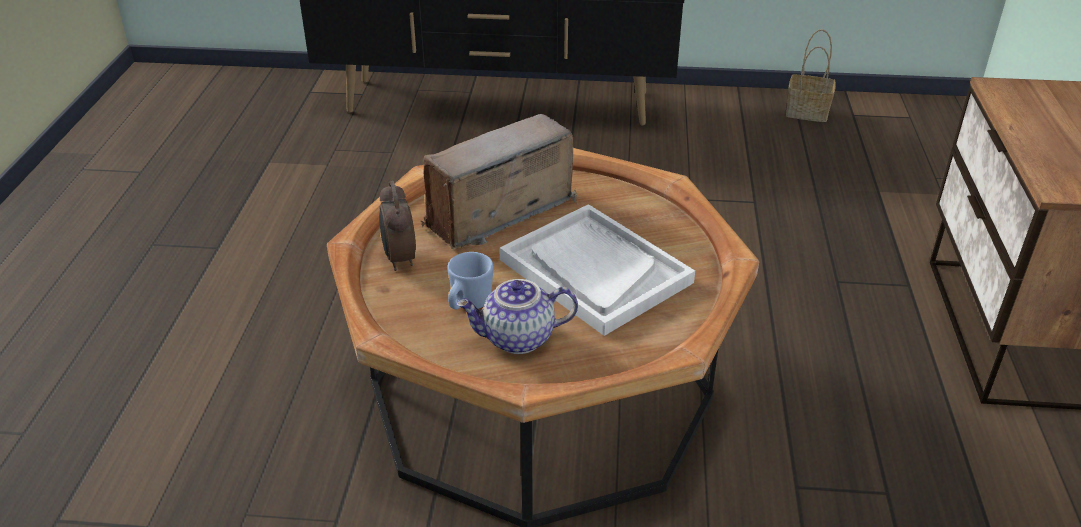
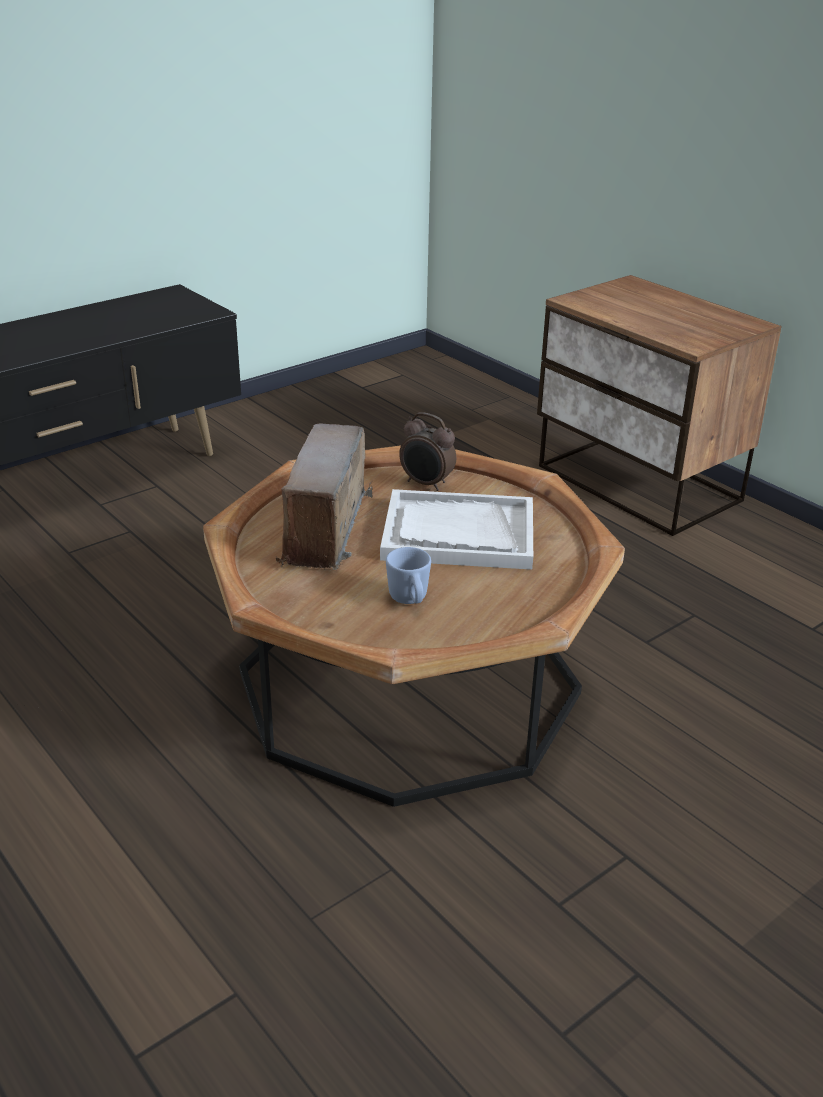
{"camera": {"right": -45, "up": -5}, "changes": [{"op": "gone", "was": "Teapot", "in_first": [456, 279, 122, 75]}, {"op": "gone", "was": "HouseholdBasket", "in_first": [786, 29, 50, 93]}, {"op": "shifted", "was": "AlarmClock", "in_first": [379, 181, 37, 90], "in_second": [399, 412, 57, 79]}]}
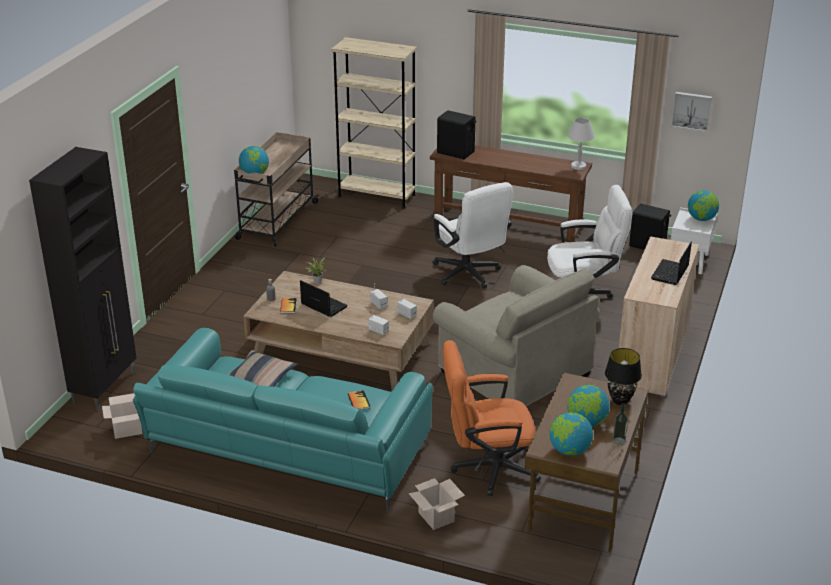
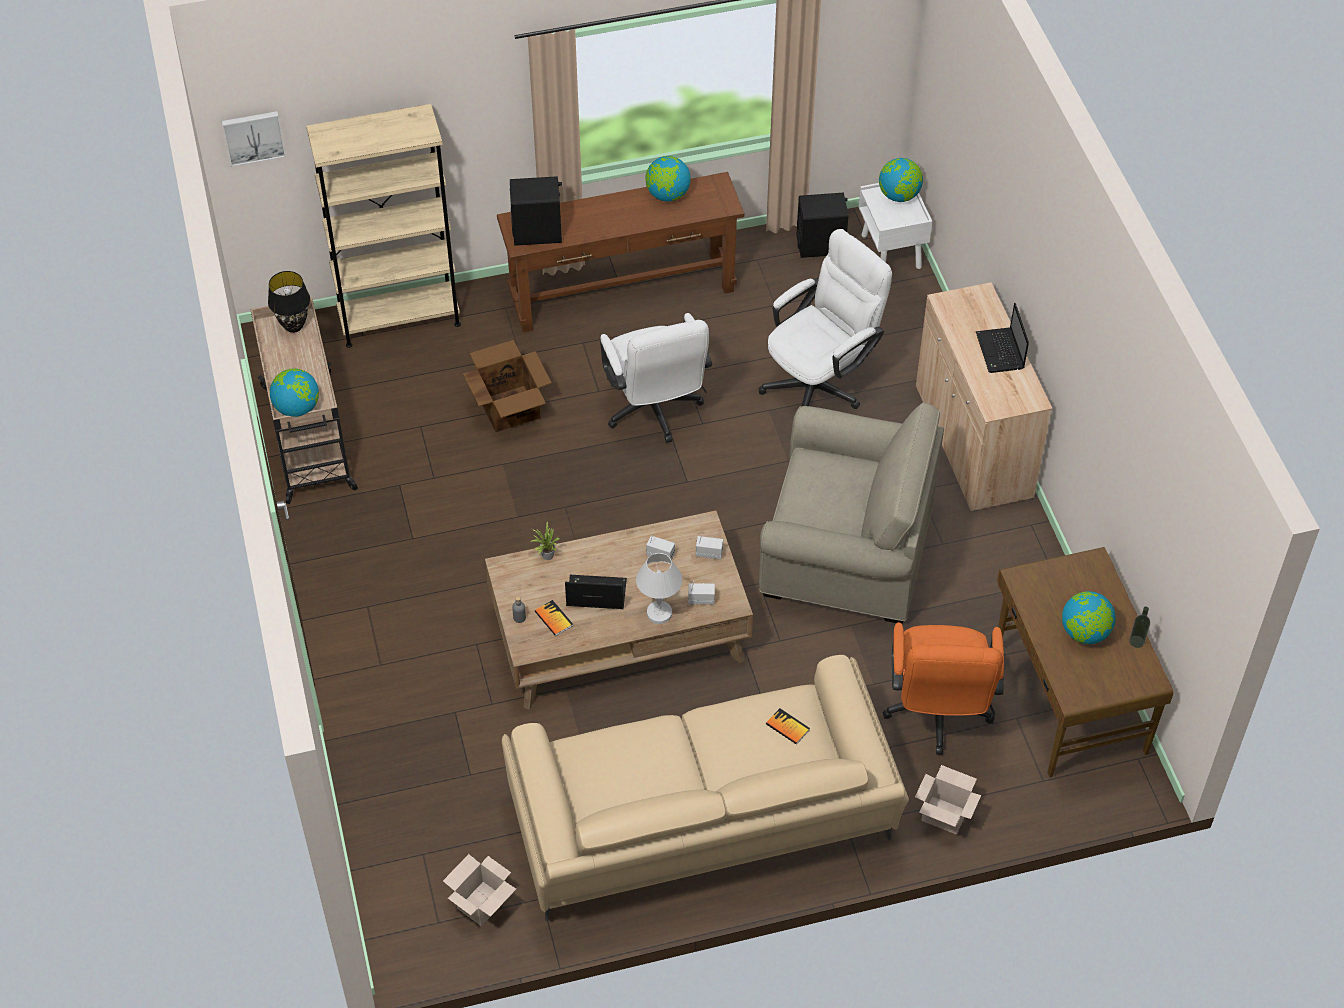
{"camera": {"right": -35, "up": 20}, "changes": [{"op": "gone", "was": "BlackCabinet", "in_first": [29, 147, 108, 264]}, {"op": "gone", "was": "Pillow", "in_first": [227, 350, 71, 37]}, {"op": "new", "now": "Carton", "in_second": [463, 340, 89, 92]}, {"op": "shifted", "was": "Globe", "in_first": [549, 412, 44, 44], "in_second": [645, 156, 46, 46]}, {"op": "shifted", "was": "WhiteTabletopLamp", "in_first": [567, 118, 28, 52], "in_second": [636, 553, 47, 71]}, {"op": "shifted", "was": "BlackTabletopLamp", "in_first": [605, 348, 37, 57], "in_second": [268, 271, 42, 62]}, {"op": "shifted", "was": "WallArt", "in_first": [671, 92, 41, 40], "in_second": [222, 111, 64, 56]}, {"op": "repainted", "was": "TurquoiseColouredSettee", "now": "BeigeSettee", "in_first": [133, 328, 300, 185], "in_second": [502, 655, 407, 266]}, {"op": "rotated", "was": "WhiteOfficeChair", "in_first": [432, 182, 81, 106], "in_second": [600, 313, 112, 130], "clockwise": 45}, {"op": "rotated", "was": "OrangeColouredOfficeChair", "in_first": [443, 340, 98, 156], "in_second": [883, 622, 121, 133], "clockwise": -45}]}
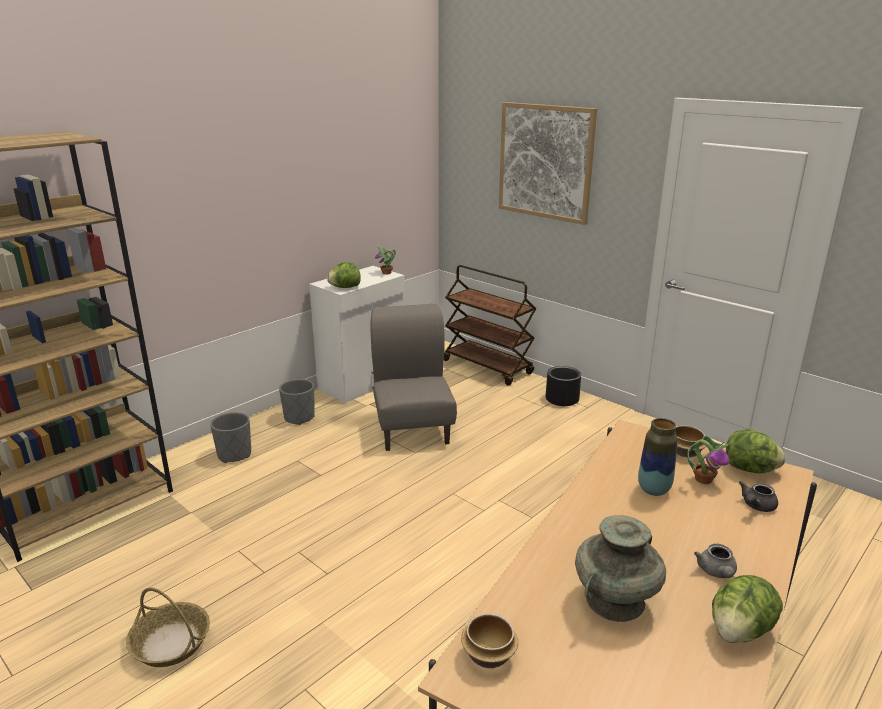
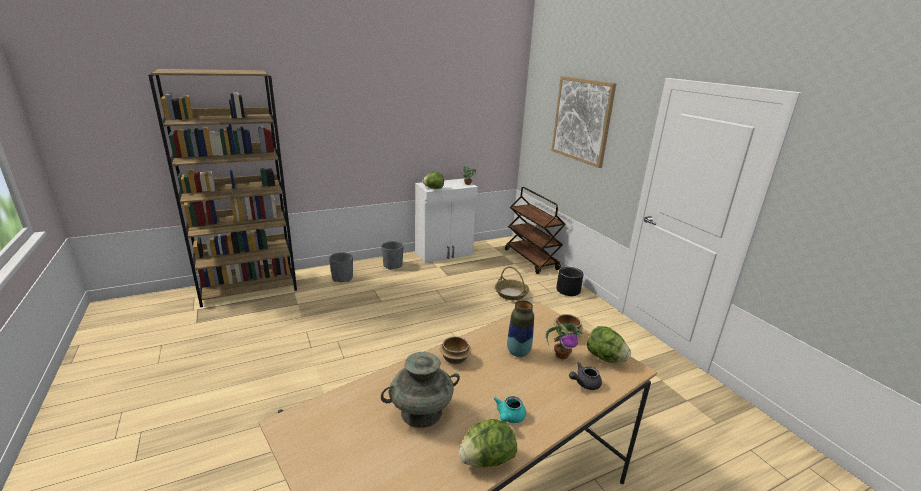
{"camera": {"right": 20, "up": 0}, "changes": [{"op": "gone", "was": "GrayPlainChair", "in_first": [370, 304, 87, 147]}, {"op": "shifted", "was": "HouseholdBasket", "in_first": [126, 588, 84, 79], "in_second": [495, 266, 34, 34]}, {"op": "shifted", "was": "DeepDish", "in_first": [461, 614, 57, 54], "in_second": [440, 336, 31, 28]}, {"op": "repainted", "was": "GrayTeapot", "now": "TurquoiseColouredTeapot", "in_first": [694, 544, 43, 34], "in_second": [494, 396, 32, 27]}]}
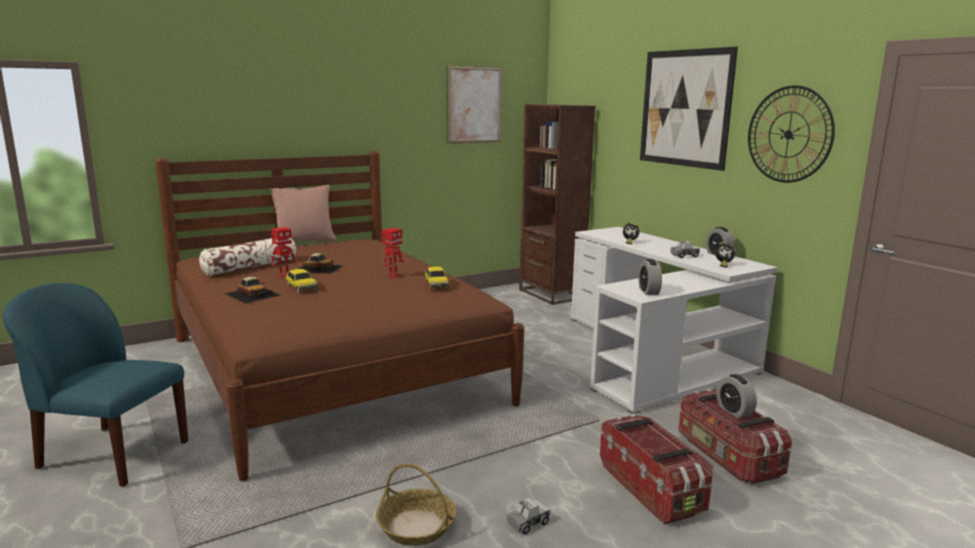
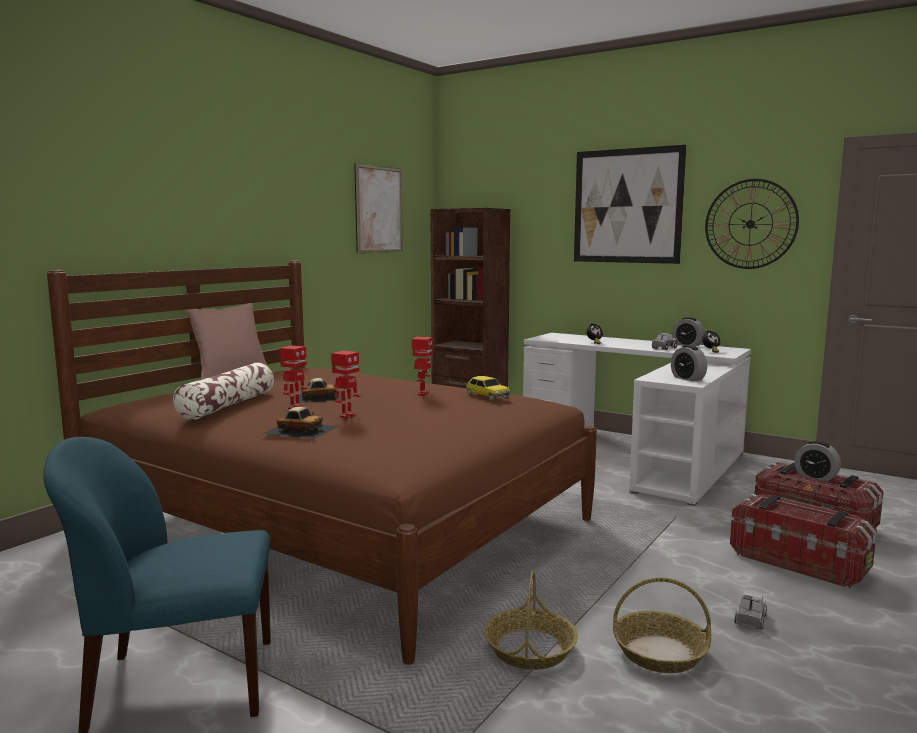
{"camera": {"right": -25, "up": -5}, "changes": [{"op": "new", "now": "HouseholdBasket", "in_second": [484, 571, 94, 99]}, {"op": "swapped", "was": "MiniatureCar", "now": "ModelRobot", "in_first": [286, 269, 31, 24], "in_second": [331, 351, 29, 68]}]}
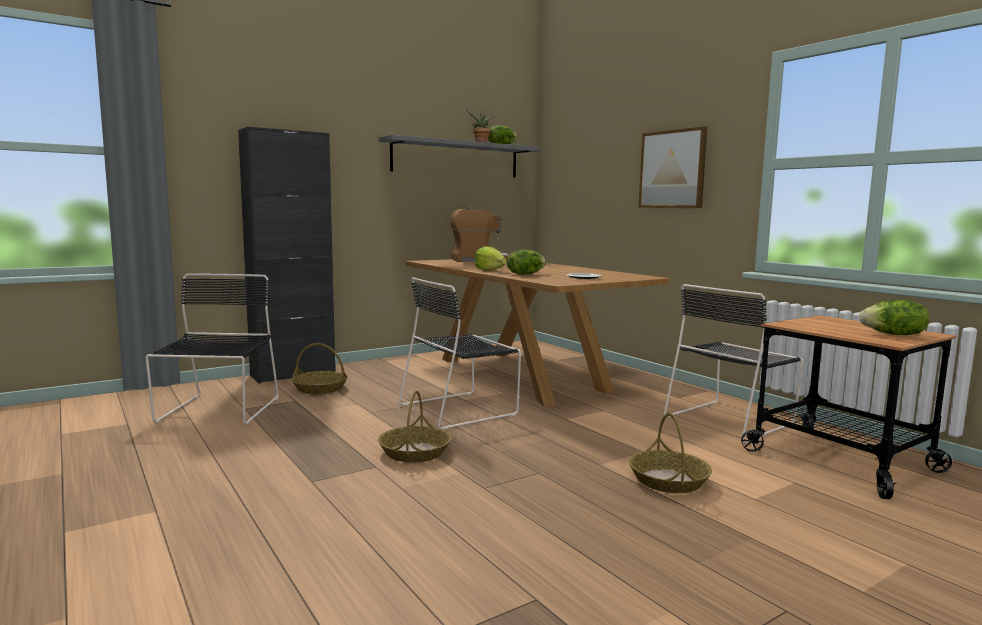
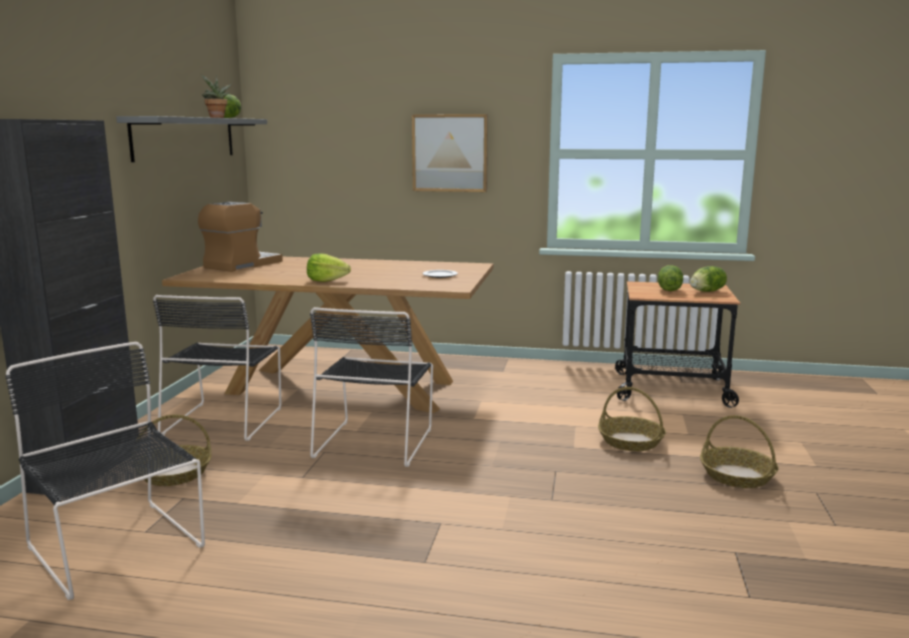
{"camera": {"right": -45, "up": 5}, "changes": [{"op": "shifted", "was": "HouseholdBasket", "in_first": [378, 391, 73, 72], "in_second": [700, 415, 79, 73]}, {"op": "shifted", "was": "HeadOfLettuce", "in_first": [507, 250, 39, 25], "in_second": [658, 265, 25, 26]}, {"op": "shifted", "was": "BlackPlainChair", "in_first": [664, 284, 139, 159], "in_second": [153, 295, 128, 146]}]}
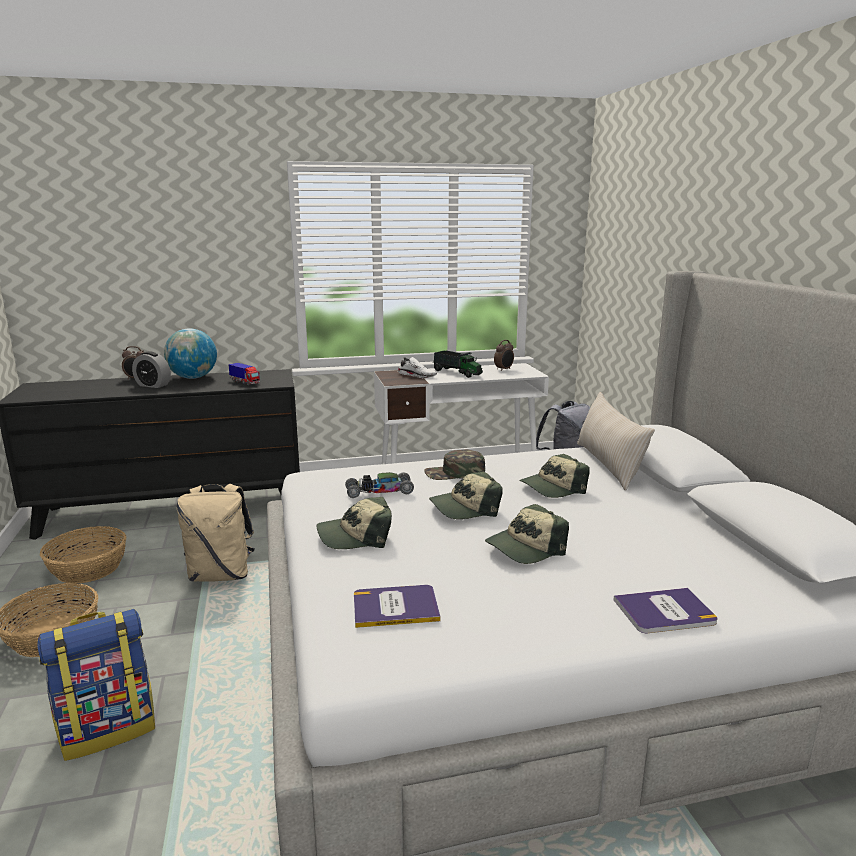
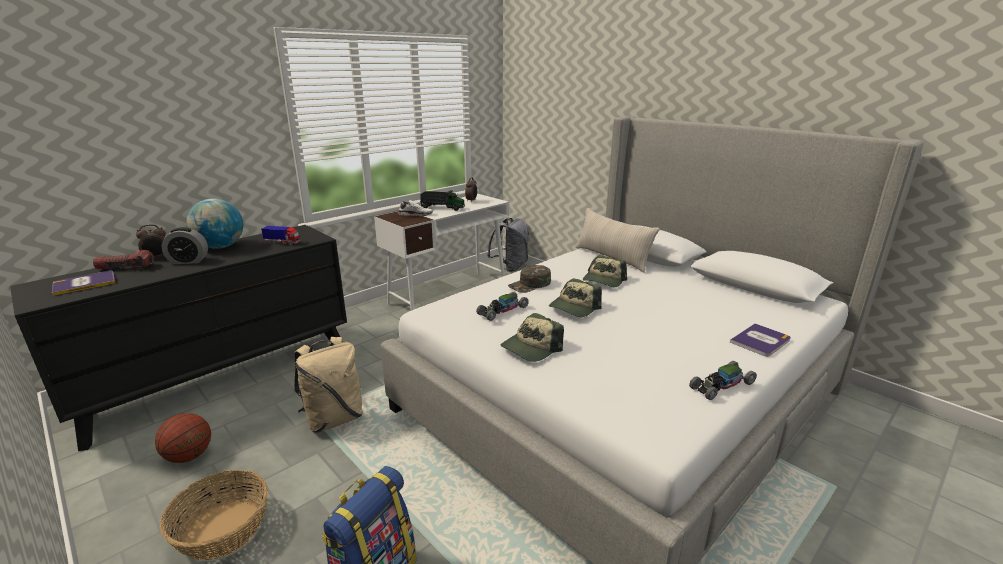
{"camera": {"right": -30, "up": 5}, "changes": [{"op": "gone", "was": "BaseballCap", "in_first": [485, 504, 84, 60]}, {"op": "new", "now": "HandTorch", "in_second": [93, 250, 61, 19]}, {"op": "new", "now": "MiniatureCar", "in_second": [689, 361, 68, 39]}, {"op": "shifted", "was": "Book", "in_first": [354, 585, 86, 43], "in_second": [52, 271, 63, 25]}, {"op": "swapped", "was": "HouseholdBasket", "now": "Basketball", "in_first": [40, 526, 87, 58], "in_second": [155, 413, 56, 50]}]}
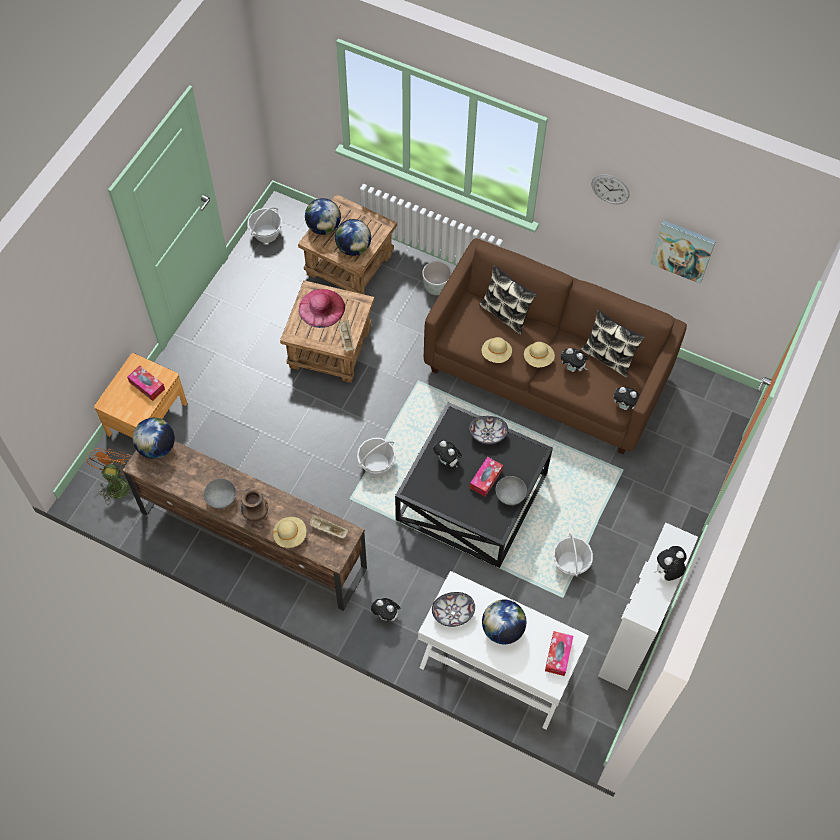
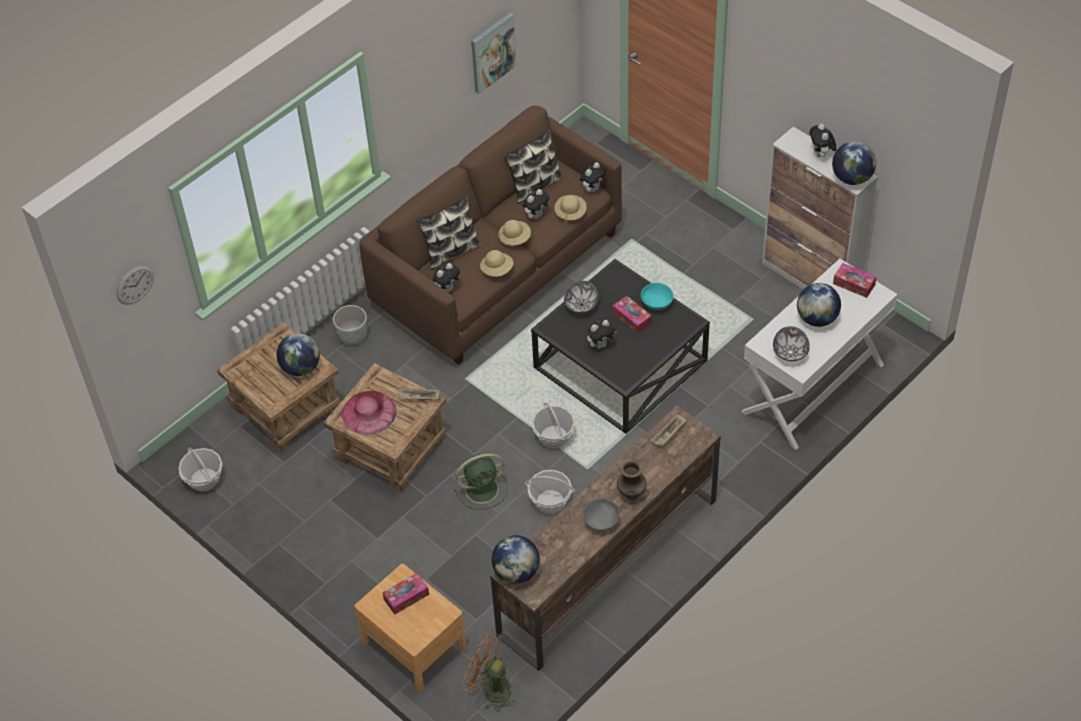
{"camera": {"right": -70, "up": -10}, "changes": [{"op": "new", "now": "GreenColouredFan", "in_second": [454, 453, 54, 57]}, {"op": "shifted", "was": "BeigeClothingHat", "in_first": [273, 517, 33, 31], "in_second": [554, 195, 33, 29]}, {"op": "shifted", "was": "Globe", "in_first": [305, 198, 36, 37], "in_second": [832, 141, 44, 44]}, {"op": "shifted", "was": "CuddlyToy", "in_first": [371, 598, 30, 24], "in_second": [432, 263, 28, 30]}, {"op": "shifted", "was": "HouseholdBasket", "in_first": [553, 533, 40, 44], "in_second": [525, 470, 50, 44]}, {"op": "shifted", "was": "WallClock", "in_first": [591, 174, 39, 30], "in_second": [117, 265, 37, 40]}, {"op": "repainted", "was": "GrayDeepDish", "now": "TurquoiseColouredDeepDish", "in_first": [496, 476, 31, 29], "in_second": [641, 283, 33, 27]}]}
